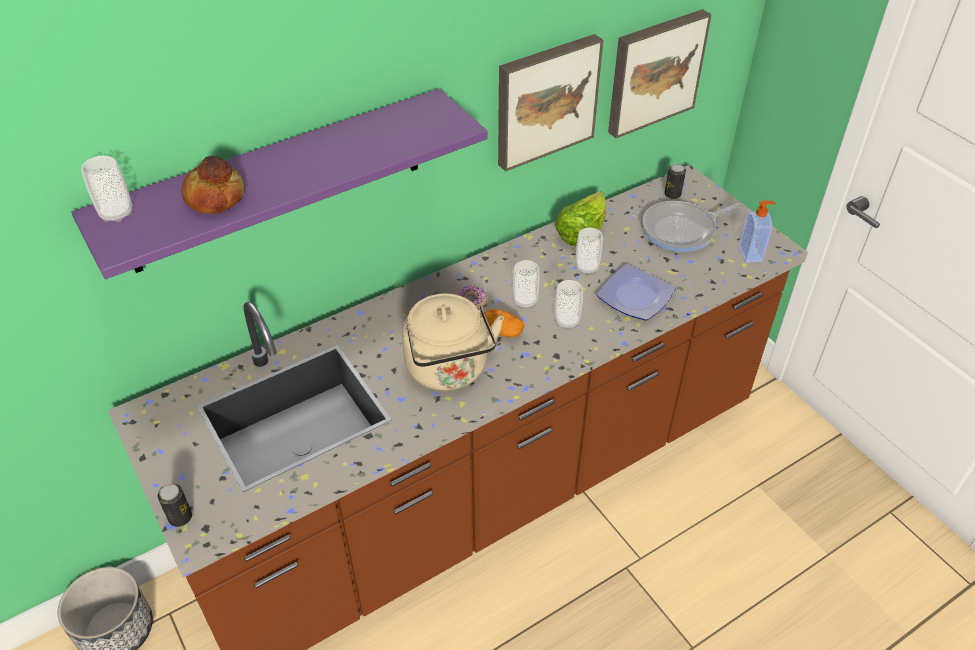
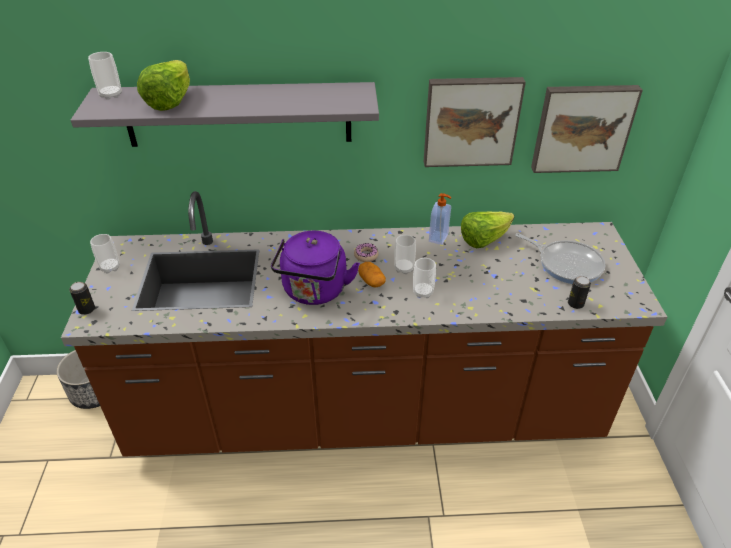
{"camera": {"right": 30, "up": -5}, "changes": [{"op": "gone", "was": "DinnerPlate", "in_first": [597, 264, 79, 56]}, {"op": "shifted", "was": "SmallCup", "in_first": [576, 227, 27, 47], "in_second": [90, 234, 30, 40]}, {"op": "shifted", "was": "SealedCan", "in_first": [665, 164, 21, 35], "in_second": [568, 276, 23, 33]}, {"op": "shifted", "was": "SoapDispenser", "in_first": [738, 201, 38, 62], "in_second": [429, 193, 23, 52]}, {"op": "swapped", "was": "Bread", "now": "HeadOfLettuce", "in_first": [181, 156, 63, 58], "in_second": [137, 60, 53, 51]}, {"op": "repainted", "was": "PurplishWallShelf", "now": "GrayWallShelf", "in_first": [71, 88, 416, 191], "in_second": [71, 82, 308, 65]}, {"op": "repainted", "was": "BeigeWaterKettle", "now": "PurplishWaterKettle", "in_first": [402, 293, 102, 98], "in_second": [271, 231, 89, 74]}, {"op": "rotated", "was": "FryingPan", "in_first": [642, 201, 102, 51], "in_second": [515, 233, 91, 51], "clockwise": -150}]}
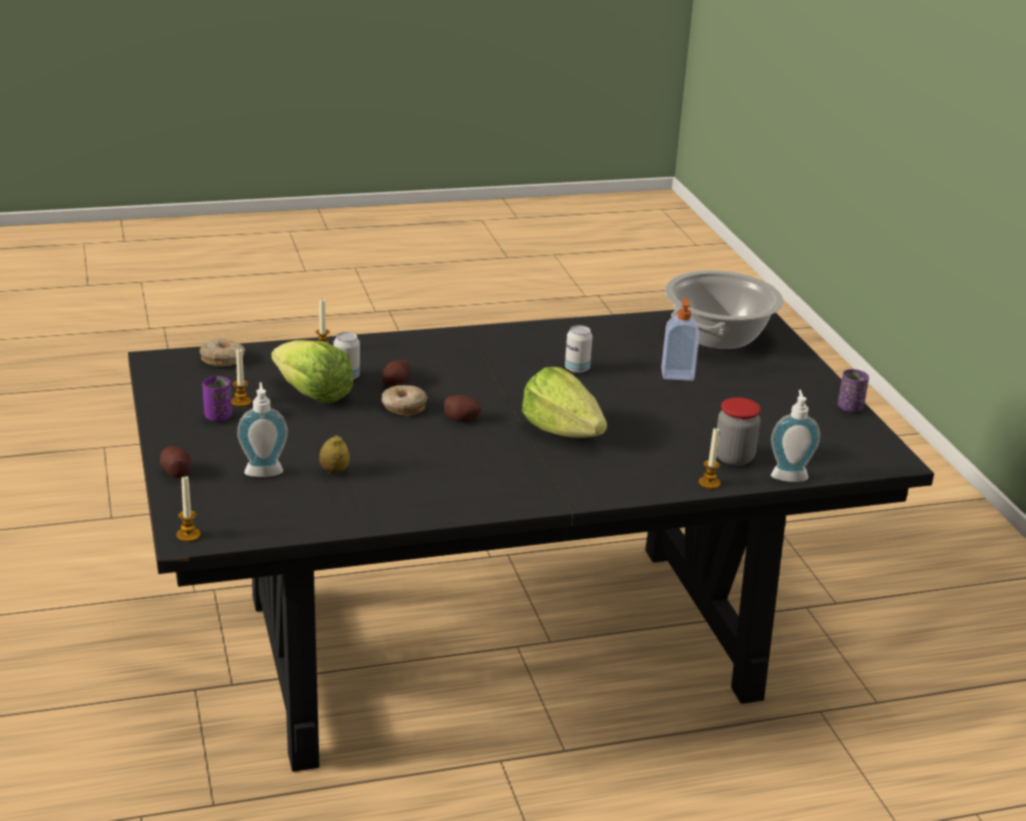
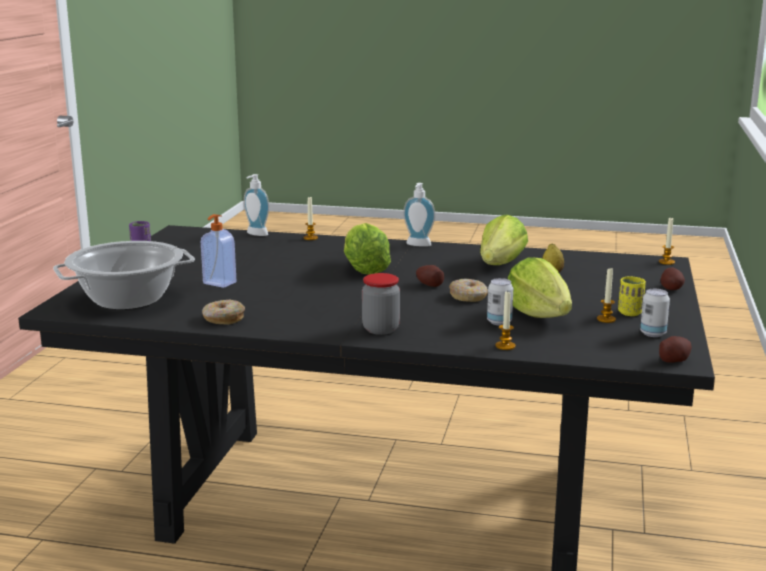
{"camera": {"right": -150, "up": -10}, "changes": [{"op": "new", "now": "HeadOfLettuce", "in_second": [480, 215, 48, 50]}, {"op": "shifted", "was": "RingDoughnut", "in_first": [199, 339, 46, 28], "in_second": [202, 300, 43, 24]}, {"op": "shifted", "was": "SoapDispenser", "in_first": [237, 382, 51, 95], "in_second": [403, 183, 32, 64]}, {"op": "shifted", "was": "WholePotato", "in_first": [382, 360, 28, 26], "in_second": [659, 336, 33, 27]}, {"op": "shifted", "was": "SealedCan", "in_first": [565, 325, 28, 48], "in_second": [640, 289, 30, 48]}, {"op": "shifted", "was": "StorageJar", "in_first": [717, 397, 44, 69], "in_second": [362, 273, 38, 62]}, {"op": "repainted", "was": "PurplishSmallCup", "now": "YellowColouredSmallCup", "in_first": [202, 376, 30, 46], "in_second": [618, 276, 28, 40]}]}
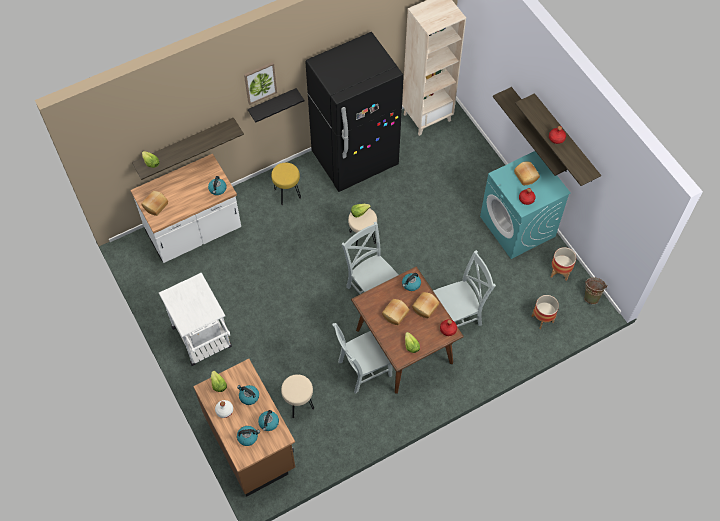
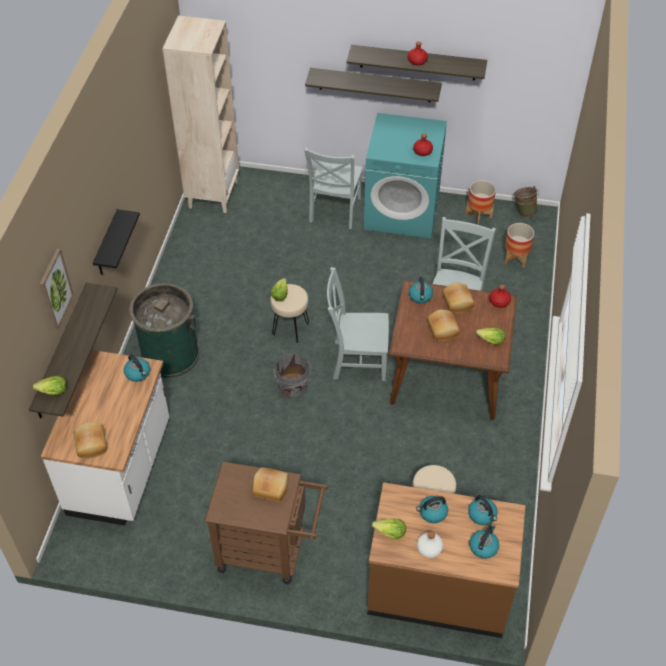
{"camera": {"right": -50, "up": -10}, "changes": [{"op": "gone", "was": "BlackFridge", "in_first": [305, 32, 99, 160]}, {"op": "new", "now": "GrayWaterBucket", "in_second": [274, 353, 37, 44]}, {"op": "shifted", "was": "WallArt", "in_first": [244, 62, 33, 43], "in_second": [40, 249, 34, 81]}, {"op": "shifted", "was": "GrayPlainChair", "in_first": [332, 323, 61, 71], "in_second": [304, 148, 59, 81]}, {"op": "shifted", "was": "Bread", "in_first": [514, 162, 26, 23], "in_second": [252, 467, 36, 35]}, {"op": "swapped", "was": "YellowColouredStoolSeat", "now": "GreenColouredWasteBin", "in_first": [271, 163, 30, 42], "in_second": [129, 283, 70, 95]}, {"op": "repainted", "was": "WhiteCart", "now": "BrownCart", "in_first": [159, 273, 73, 93], "in_second": [204, 461, 124, 123]}]}
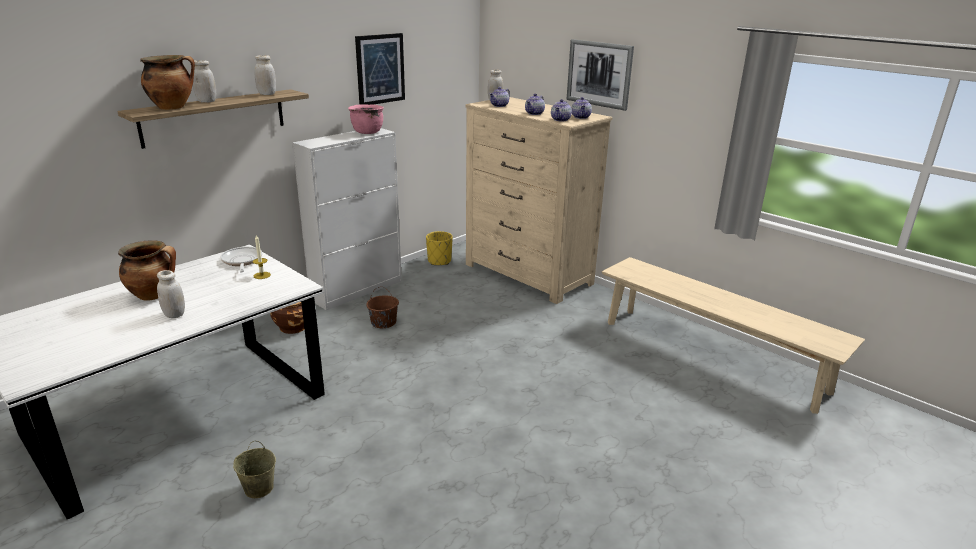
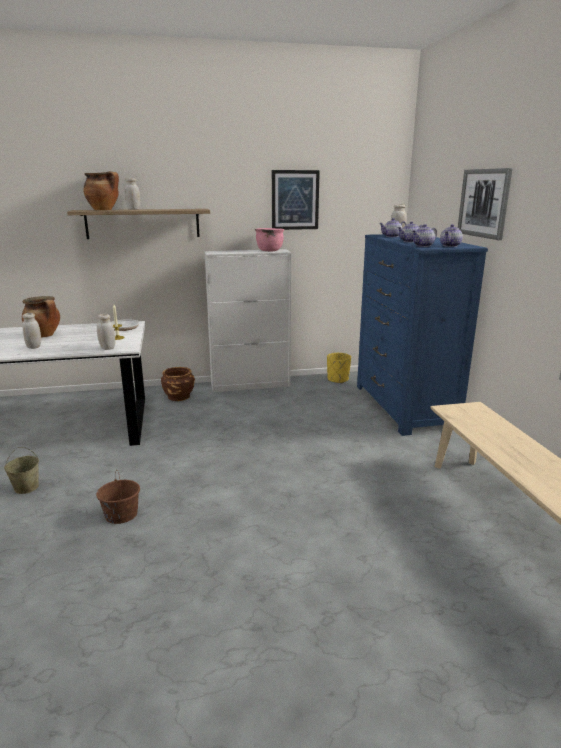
{"camera": {"right": 35, "up": -5}, "changes": [{"op": "shifted", "was": "WhiteStorageJar", "in_first": [254, 55, 22, 40], "in_second": [97, 314, 18, 36]}, {"op": "shifted", "was": "BrownWaterBucket", "in_first": [366, 287, 33, 41], "in_second": [96, 472, 44, 52]}, {"op": "repainted", "was": "BeigeDrawerChest", "now": "BlueColouredDrawerChest", "in_first": [465, 97, 147, 207], "in_second": [357, 234, 131, 202]}]}
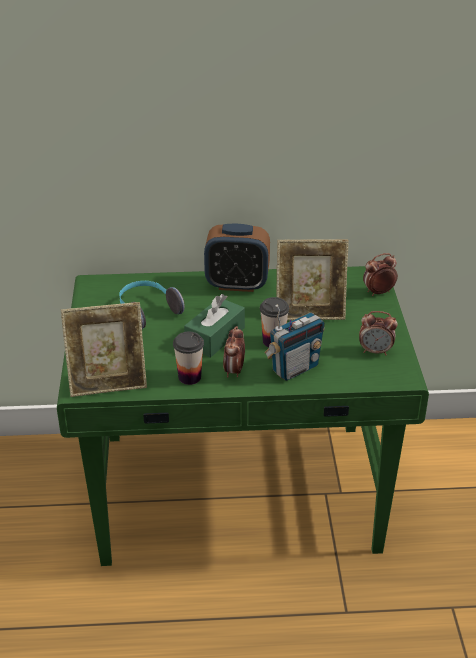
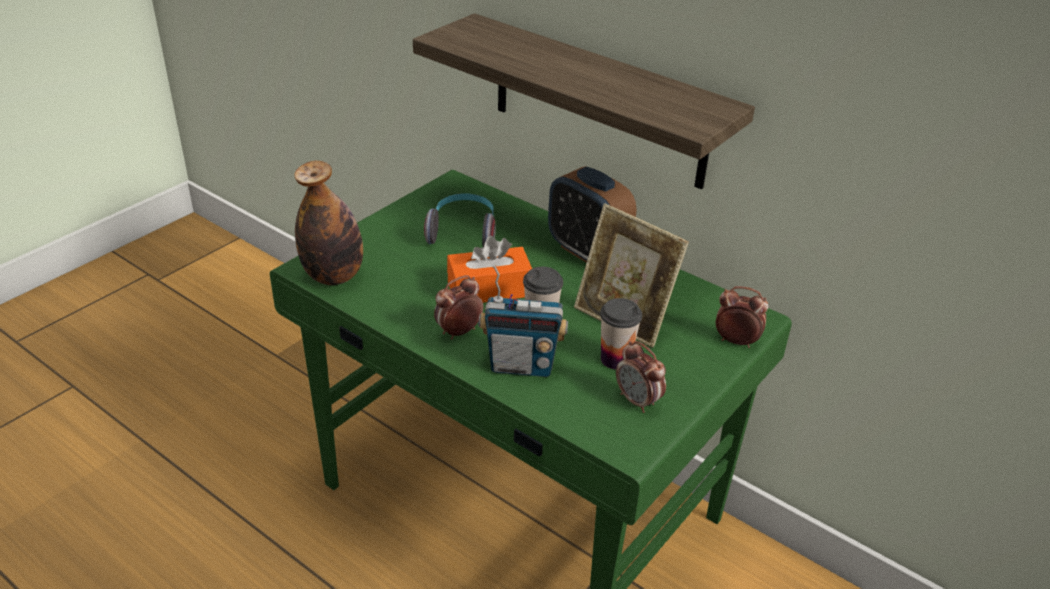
{"camera": {"right": 40, "up": 0}, "changes": [{"op": "new", "now": "WallShelf", "in_second": [413, 13, 342, 176]}, {"op": "shifted", "was": "SmallCup", "in_first": [173, 332, 31, 53], "in_second": [600, 298, 42, 71]}, {"op": "swapped", "was": "StandingFrame", "now": "Bottle", "in_first": [61, 302, 86, 95], "in_second": [294, 161, 69, 124]}, {"op": "repainted", "was": "GreenColouredTissueBox", "now": "OrangeColouredTissueBox", "in_first": [184, 294, 61, 64], "in_second": [447, 236, 85, 67]}]}
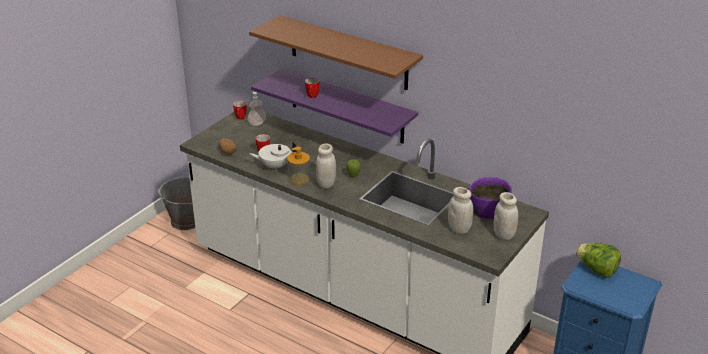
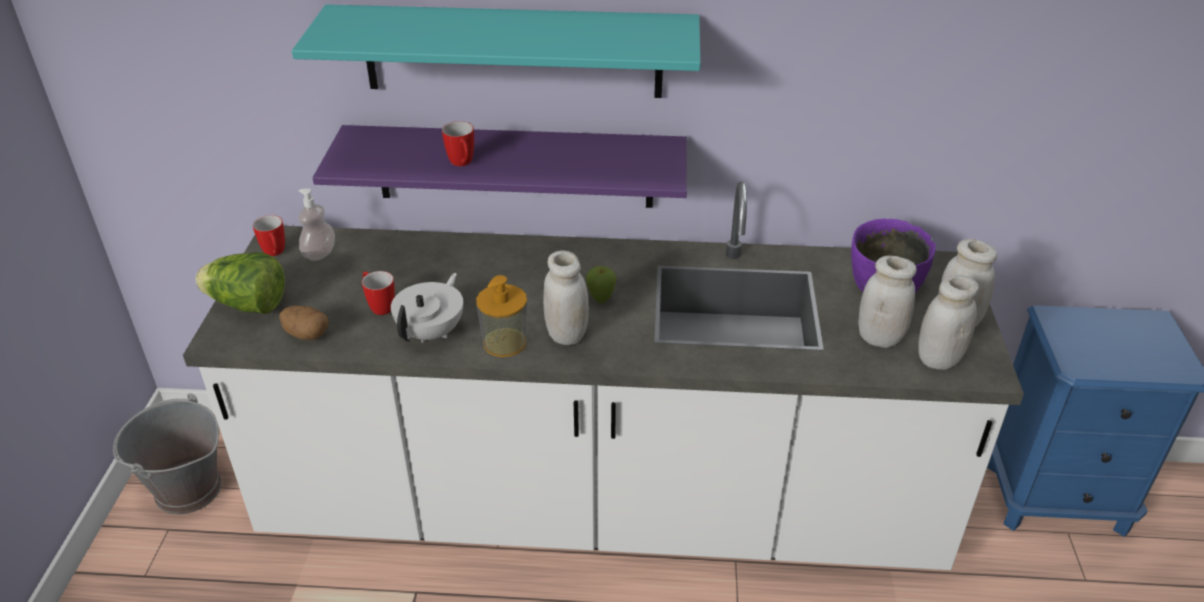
{"camera": {"right": -30, "up": 5}, "changes": [{"op": "new", "now": "WhiteStorageJar", "in_second": [918, 275, 61, 95]}, {"op": "shifted", "was": "HeadOfLettuce", "in_first": [576, 243, 45, 35], "in_second": [195, 252, 90, 62]}, {"op": "repainted", "was": "BrownWallShelf", "now": "TurquoiseColouredWallShelf", "in_first": [249, 15, 174, 75], "in_second": [292, 4, 409, 94]}, {"op": "rotated", "was": "WhiteTeapot", "in_first": [249, 142, 48, 27], "in_second": [391, 273, 72, 70], "clockwise": 150}]}
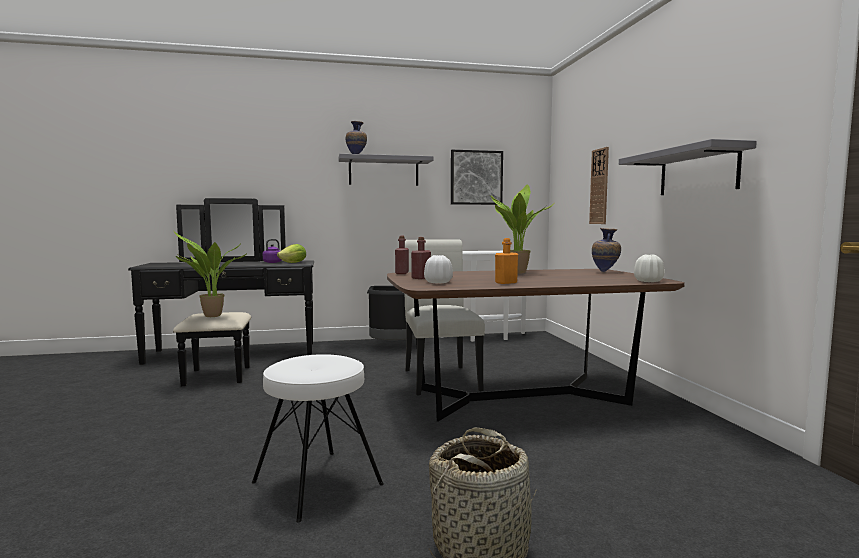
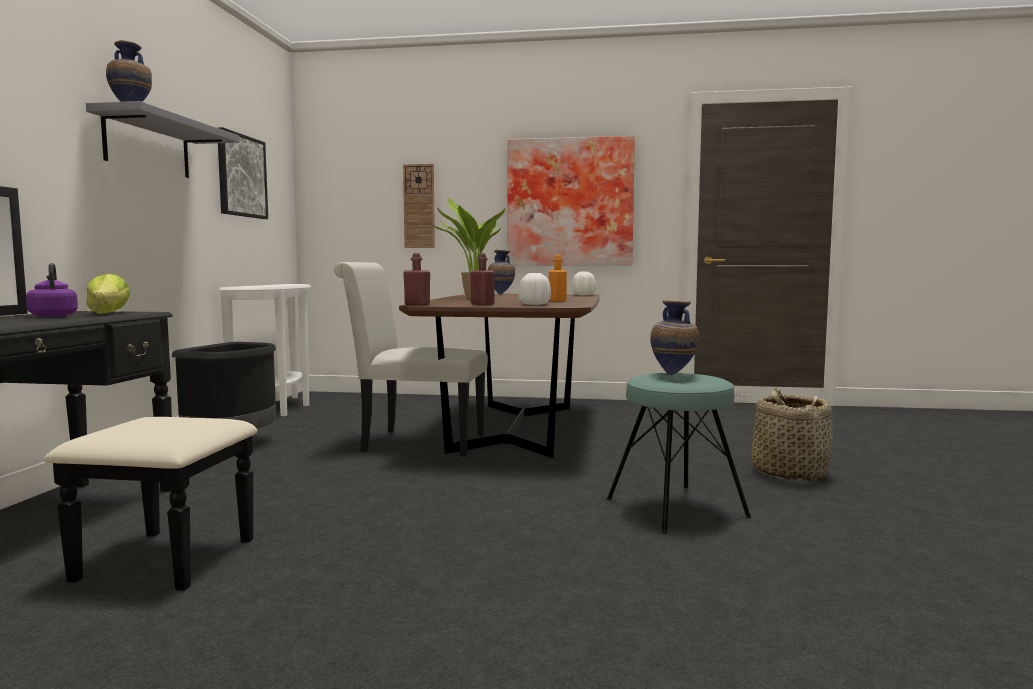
{"camera": {"right": -70, "up": 0}, "changes": [{"op": "gone", "was": "Houseplant", "in_first": [174, 231, 73, 86]}, {"op": "new", "now": "DecorativeVase", "in_second": [650, 300, 49, 75]}, {"op": "swapped", "was": "GrayWallShelf", "now": "WallArt", "in_first": [619, 139, 138, 56], "in_second": [507, 136, 128, 129]}, {"op": "repainted", "was": "WhiteStoolSeat", "now": "TurquoiseColouredStoolSeat", "in_first": [252, 354, 132, 168], "in_second": [607, 373, 144, 161]}]}
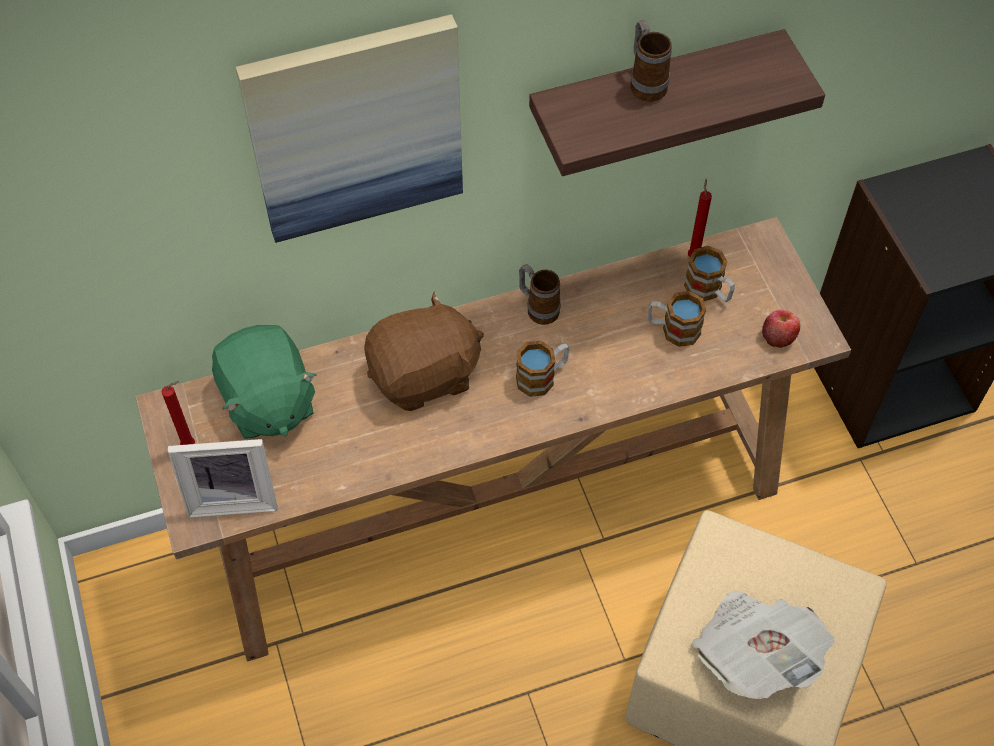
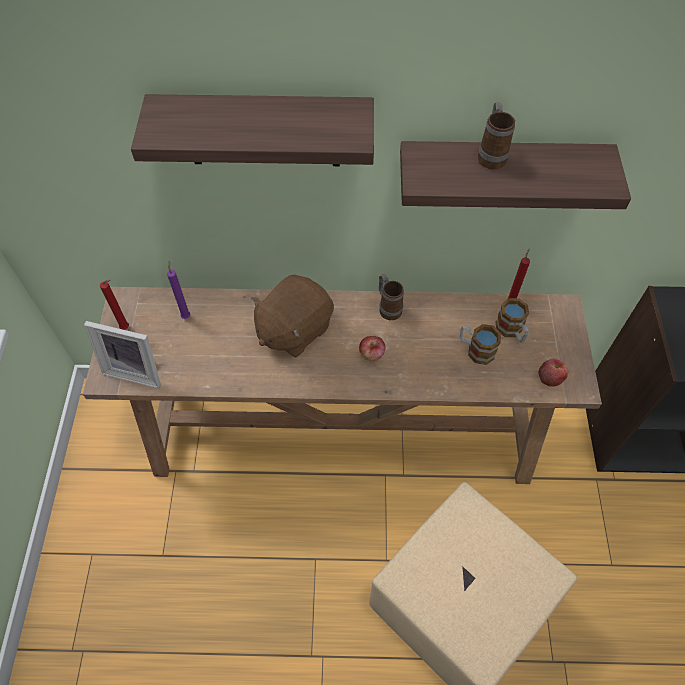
{"camera": {"right": 20, "up": 0}, "changes": [{"op": "gone", "was": "PrintedPaper", "in_first": [691, 590, 143, 109]}, {"op": "swapped", "was": "GreenColouredCuddlyToy", "now": "PurplishWaxLight", "in_first": [212, 325, 105, 114], "in_second": [167, 261, 24, 58]}, {"op": "swapped", "was": "WallArt", "now": "WallShelf", "in_first": [235, 14, 228, 229], "in_second": [131, 94, 243, 72]}, {"op": "swapped", "was": "Mug", "now": "Apple", "in_first": [516, 341, 54, 56], "in_second": [359, 336, 27, 25]}, {"op": "rotated", "was": "BrownCuddlyToy", "in_first": [364, 292, 120, 119], "in_second": [251, 275, 83, 82], "clockwise": 135}]}
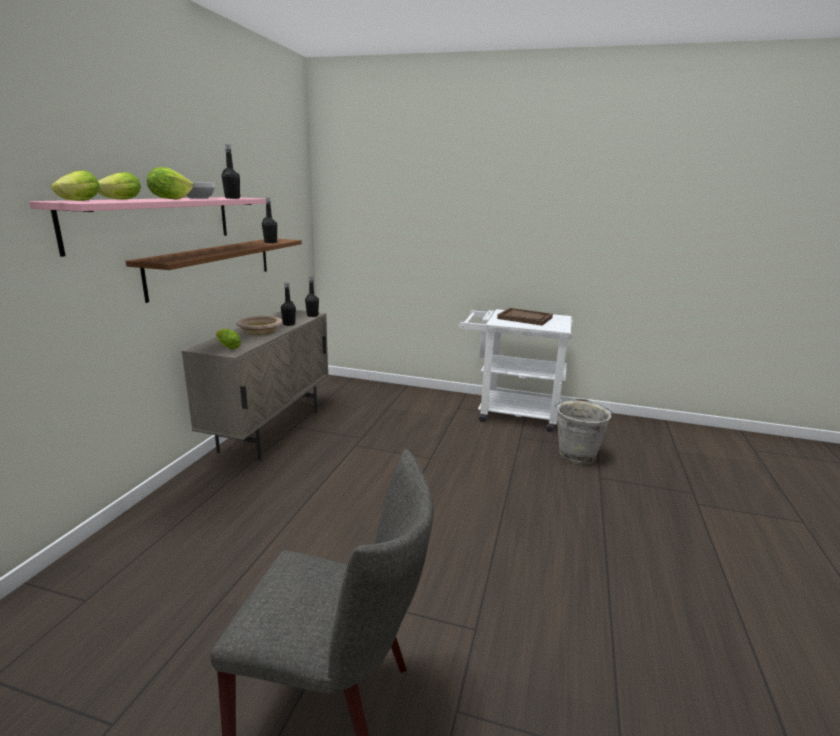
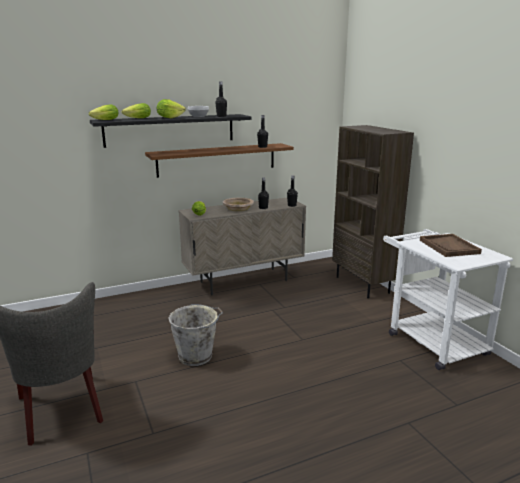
{"camera": {"right": 50, "up": 0}, "changes": [{"op": "new", "now": "BrownShelvingUnit", "in_second": [332, 125, 82, 173]}, {"op": "shifted", "was": "GrayWaterBucket", "in_first": [555, 398, 58, 67], "in_second": [168, 304, 55, 62]}, {"op": "repainted", "was": "PinkColouredWallShelf", "now": "BlackWallShelf", "in_first": [29, 197, 237, 60], "in_second": [90, 114, 162, 34]}]}
